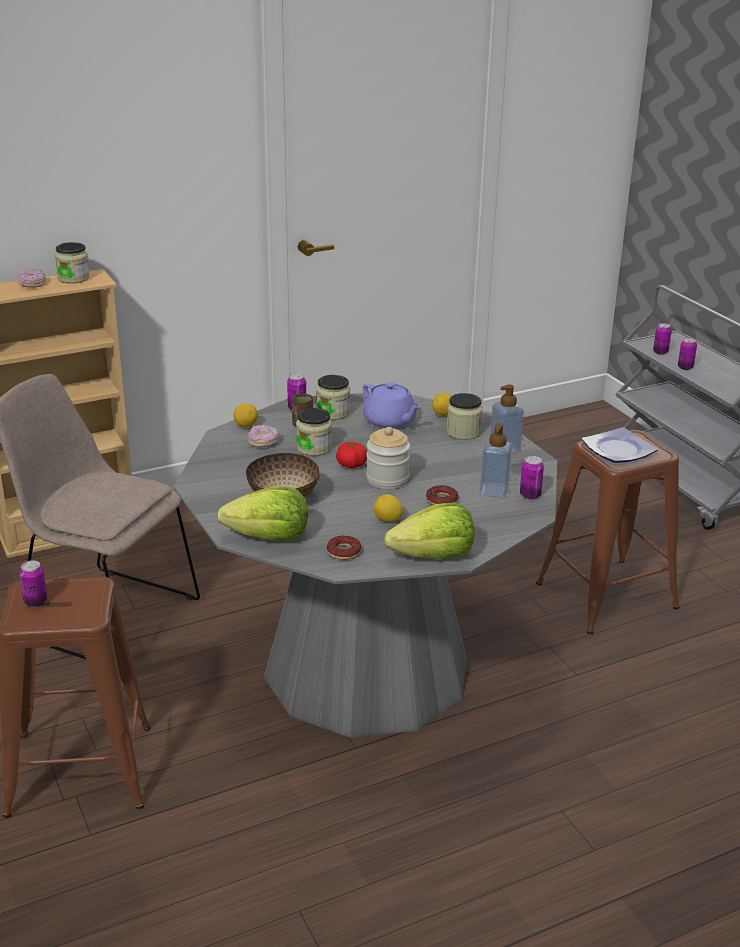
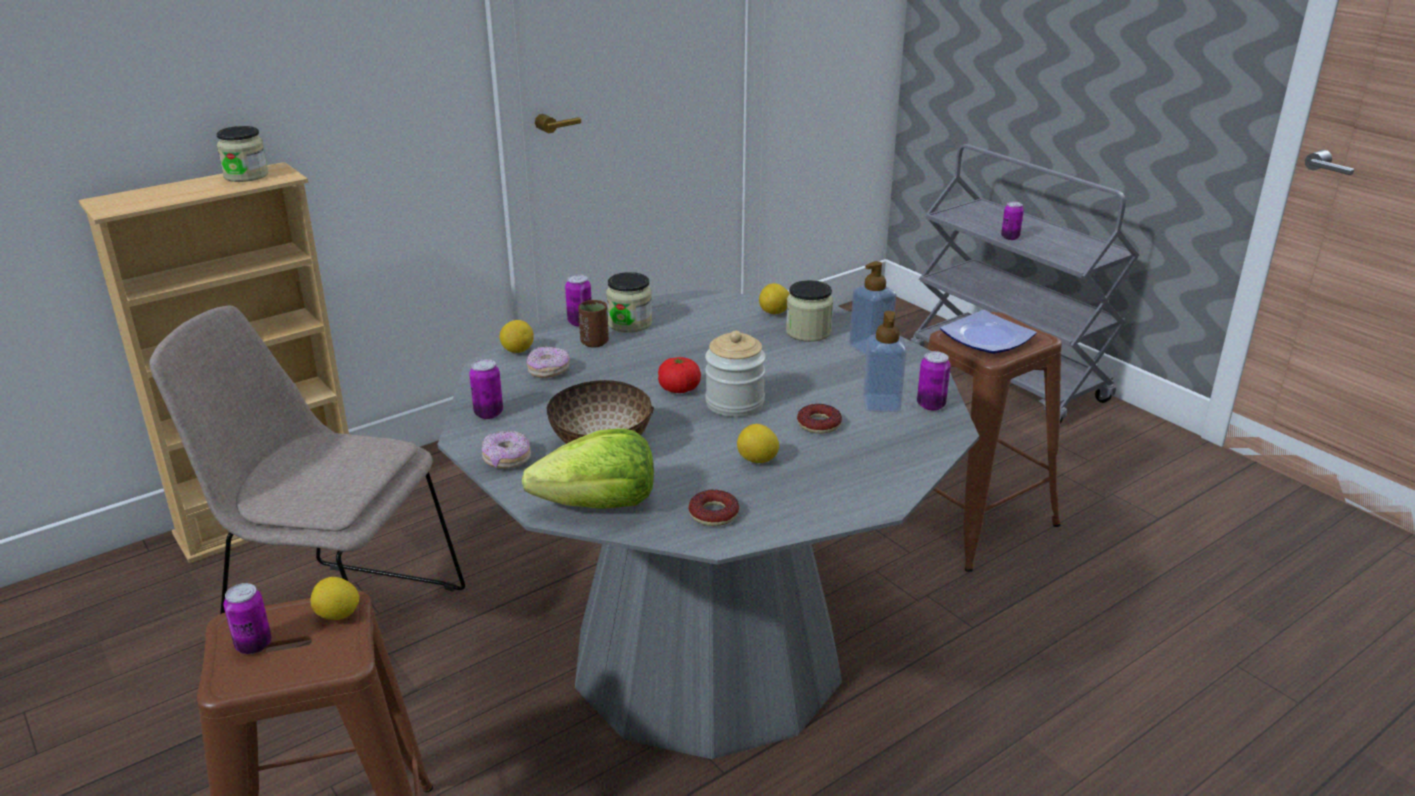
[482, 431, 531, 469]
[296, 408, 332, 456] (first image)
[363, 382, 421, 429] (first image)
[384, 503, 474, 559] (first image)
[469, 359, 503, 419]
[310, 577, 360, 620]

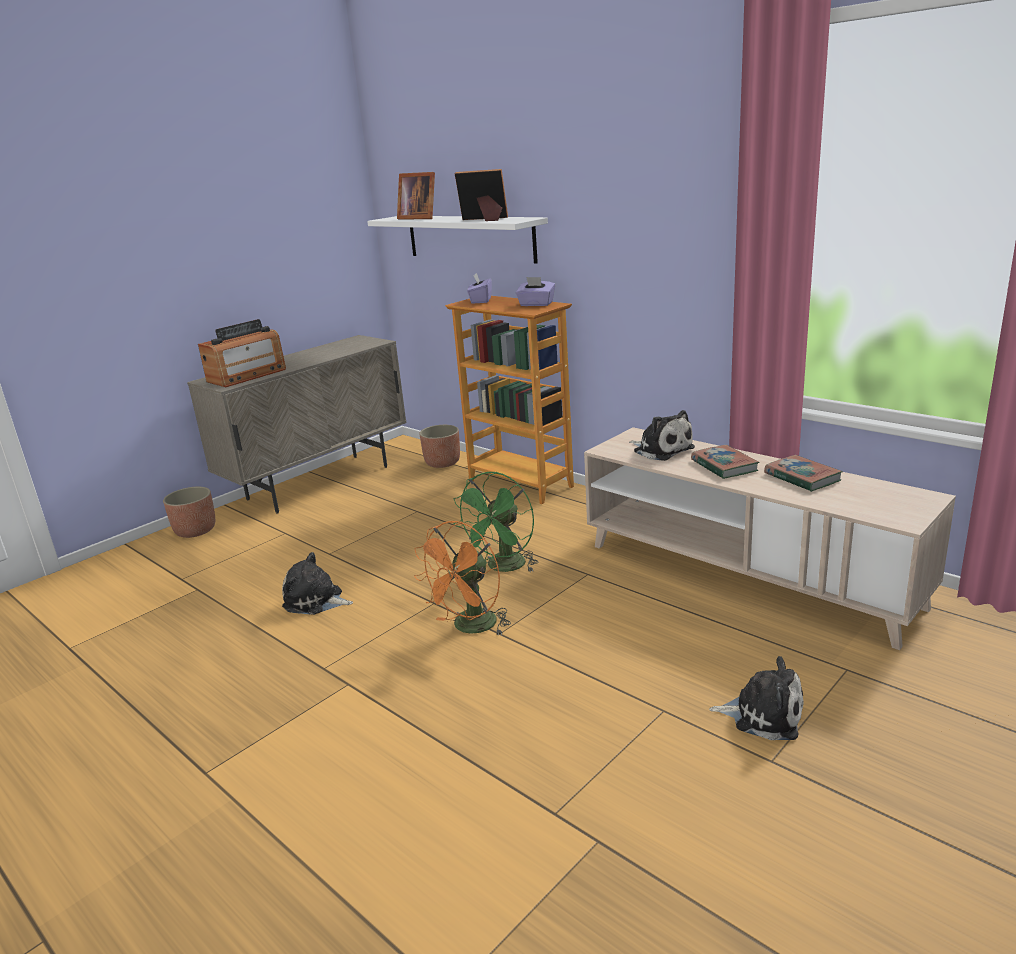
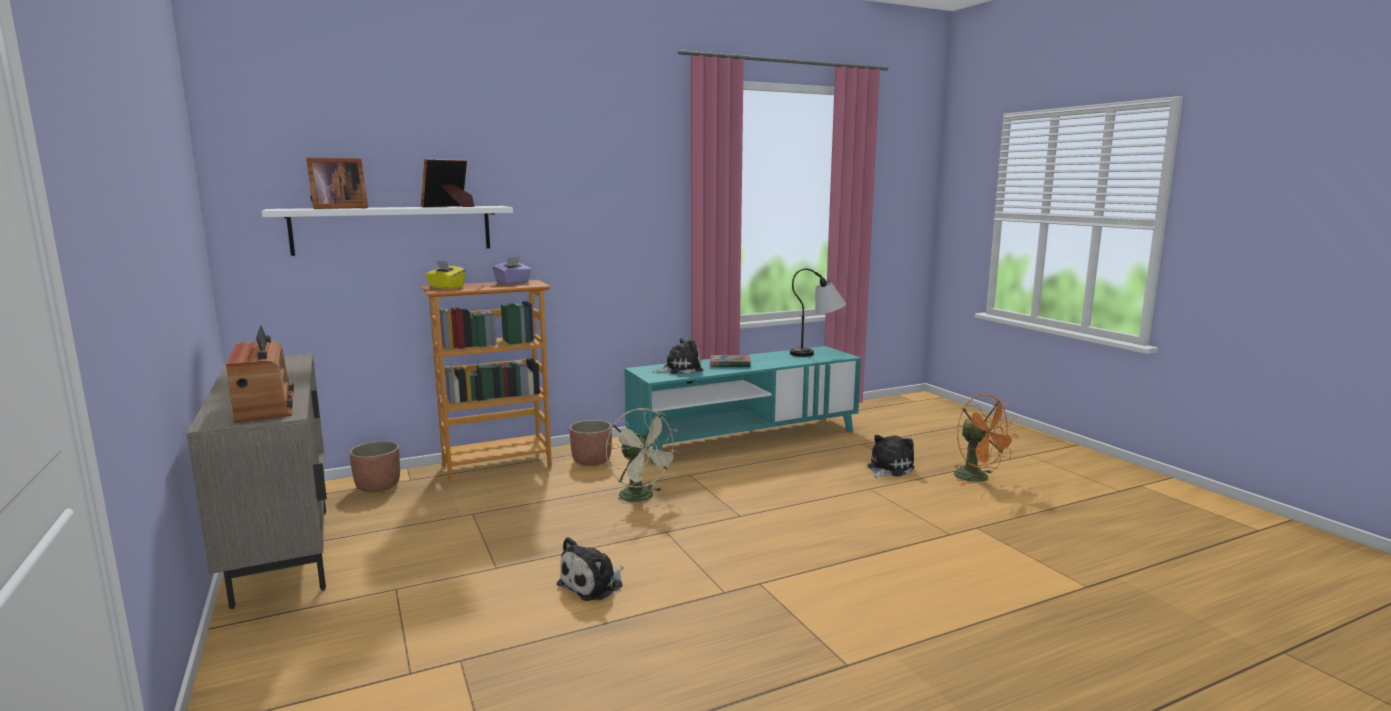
[569, 420, 612, 466]
[954, 394, 1018, 486]
[606, 408, 680, 507]
[425, 260, 466, 289]
[624, 346, 861, 465]
[764, 455, 843, 492] (first image)
[790, 268, 846, 357]

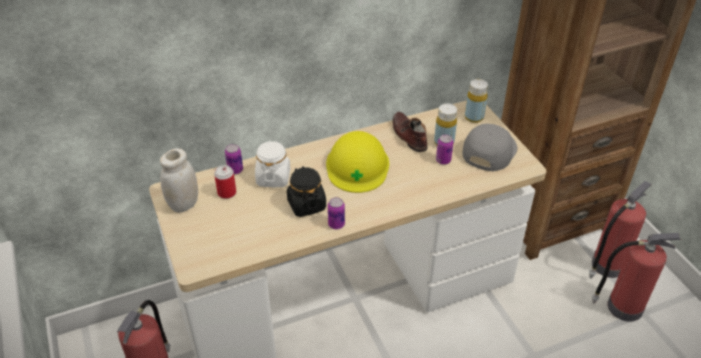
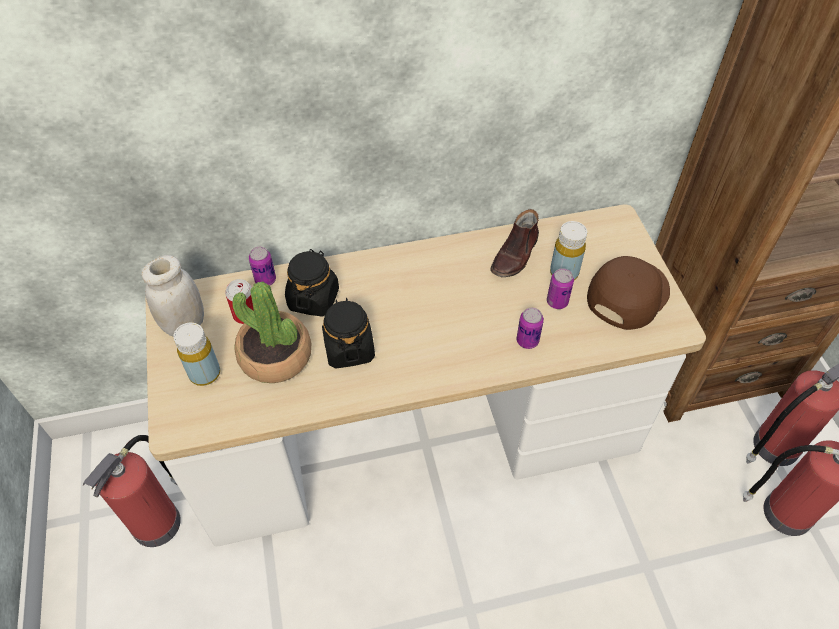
[285, 249, 339, 317]
[326, 131, 389, 193] (first image)
[517, 308, 544, 349]
[490, 209, 539, 277]
[587, 256, 670, 330]
[173, 323, 220, 386]
[232, 282, 311, 383]

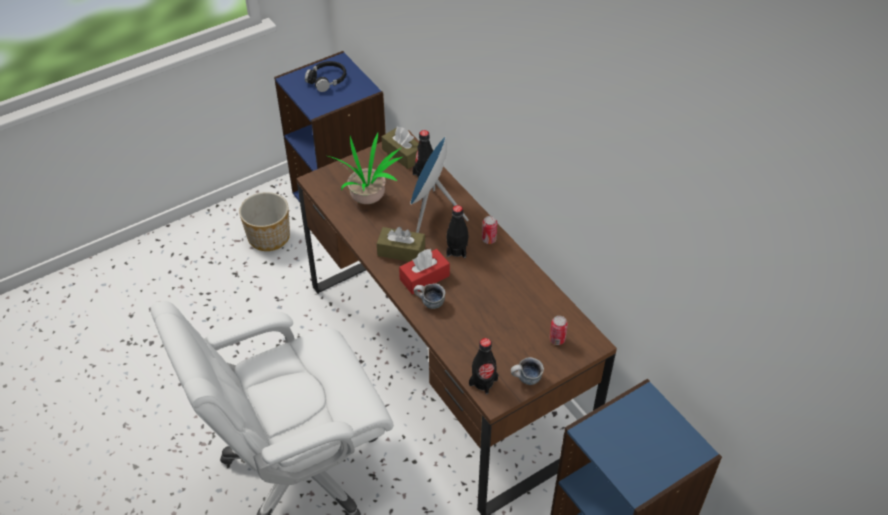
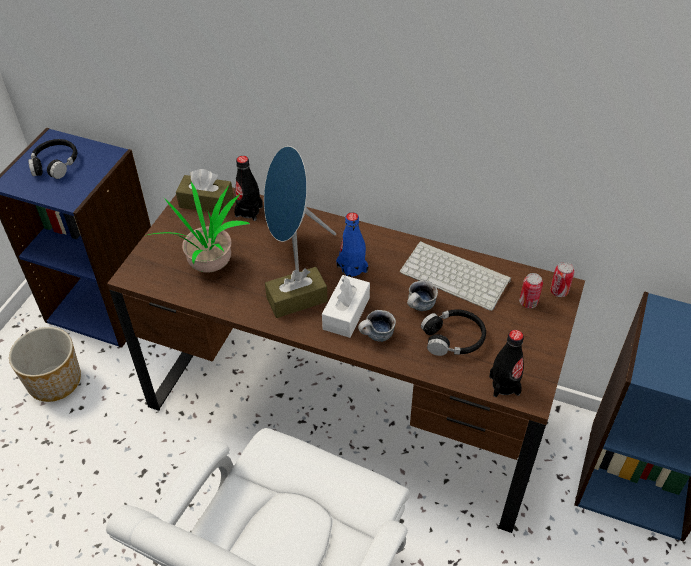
[322, 275, 370, 338]
[336, 212, 368, 277]
[550, 262, 574, 297]
[407, 281, 438, 311]
[400, 241, 511, 311]
[421, 309, 486, 356]

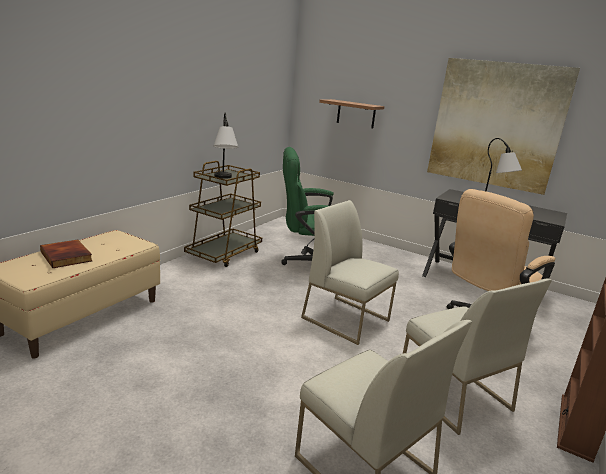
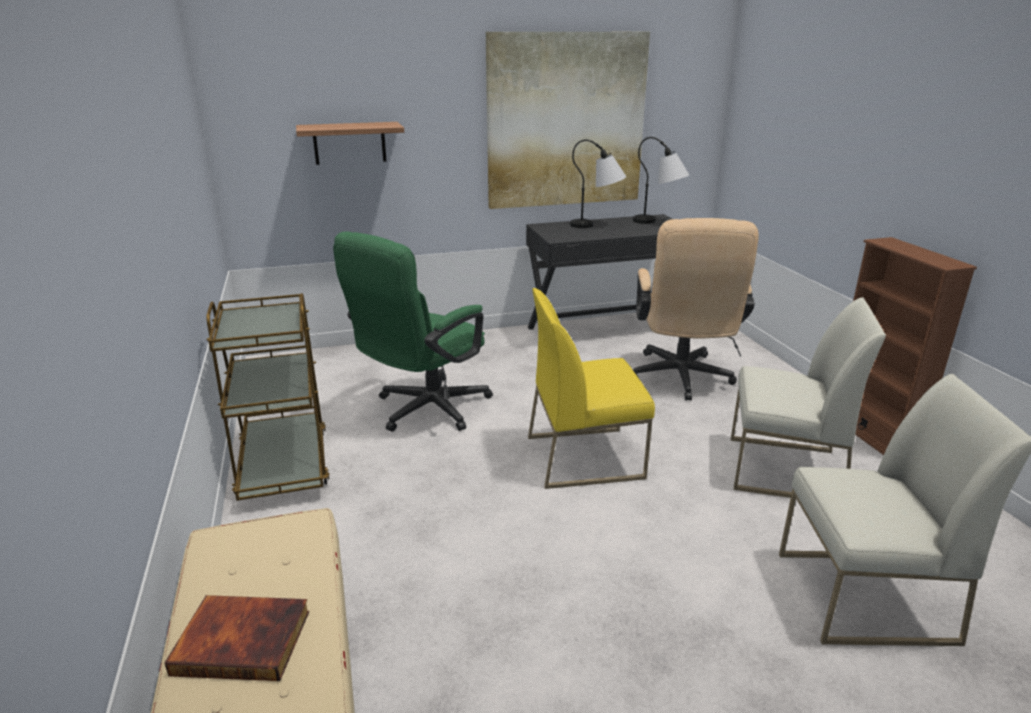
[633, 137, 689, 224]
[528, 288, 655, 489]

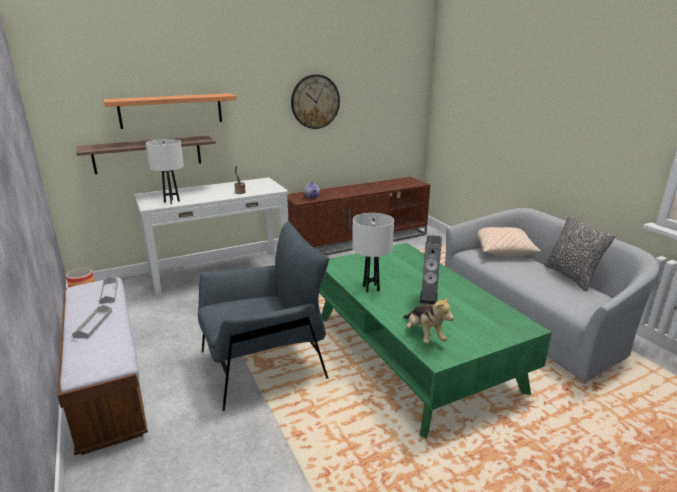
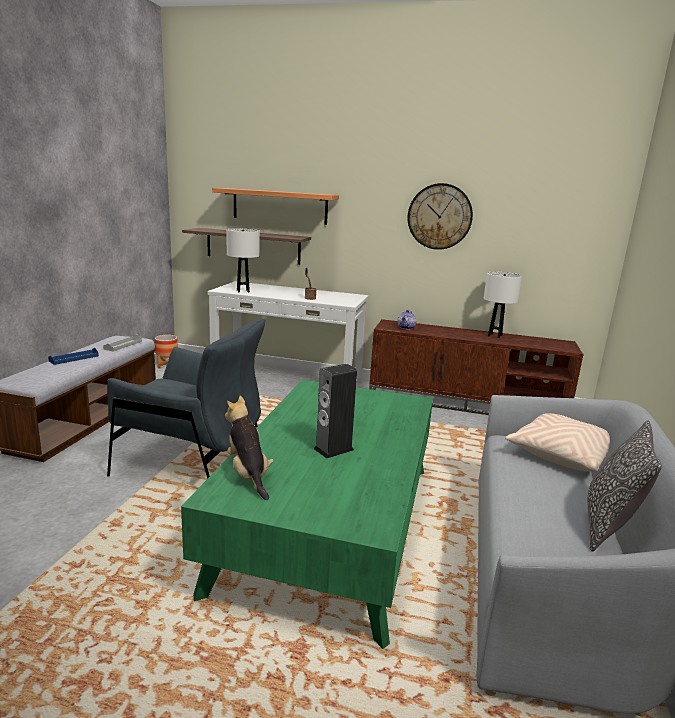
[48, 348, 99, 365]
[484, 272, 522, 338]
[225, 396, 274, 500]

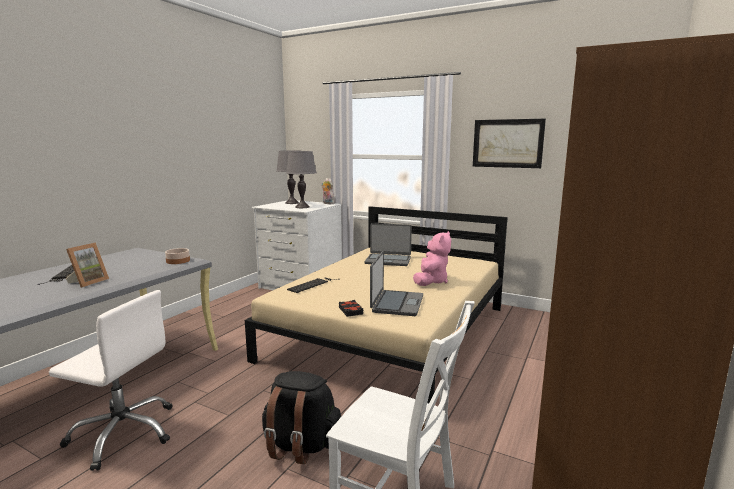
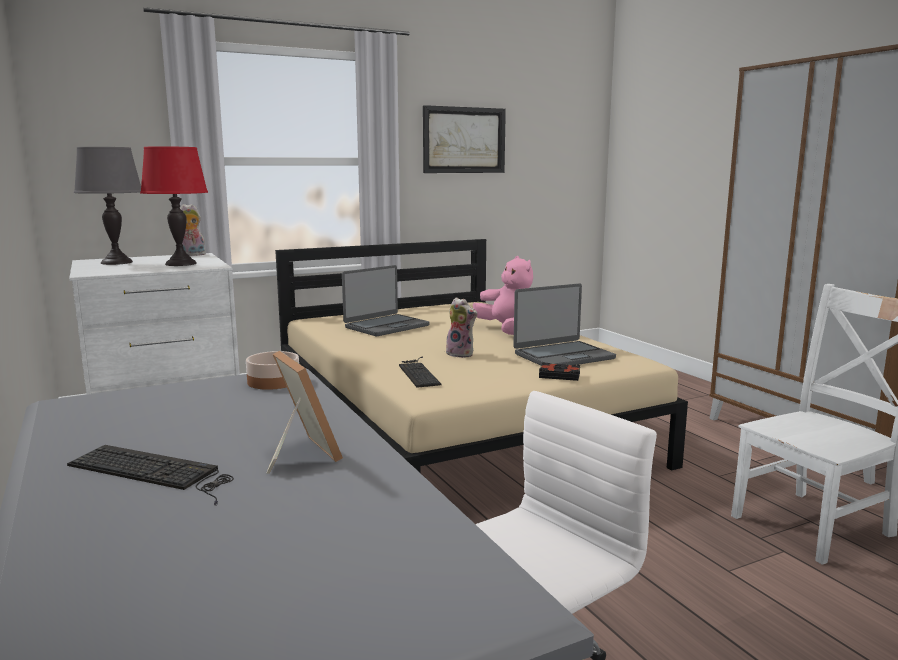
[262, 371, 341, 464] (first image)
[140, 146, 208, 266]
[513, 283, 616, 365]
[446, 297, 477, 358]

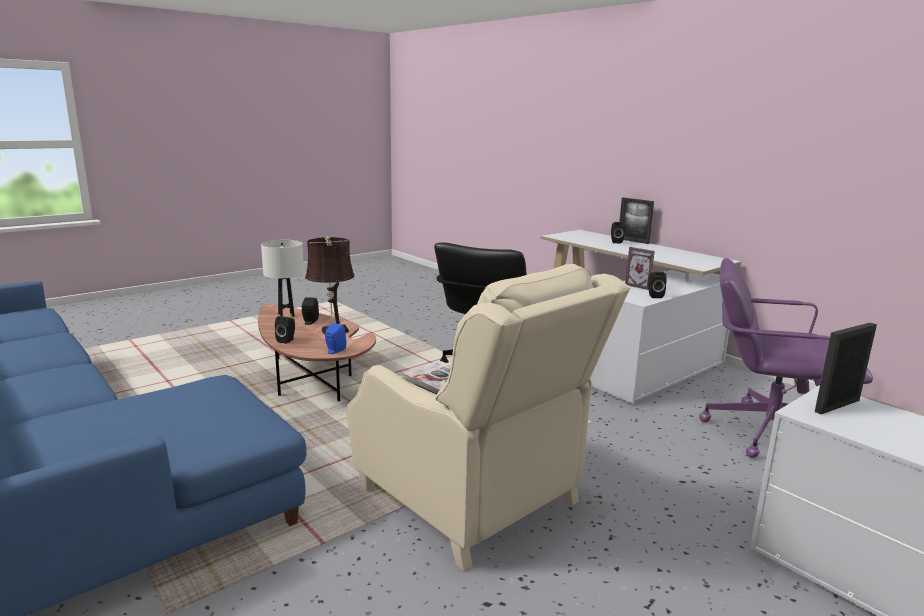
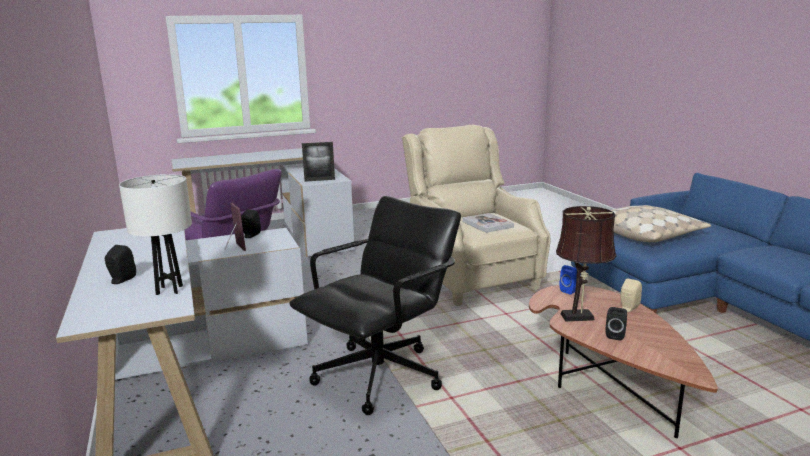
[119, 174, 192, 295]
[621, 278, 642, 312]
[619, 197, 654, 244] (first image)
[611, 205, 711, 242]

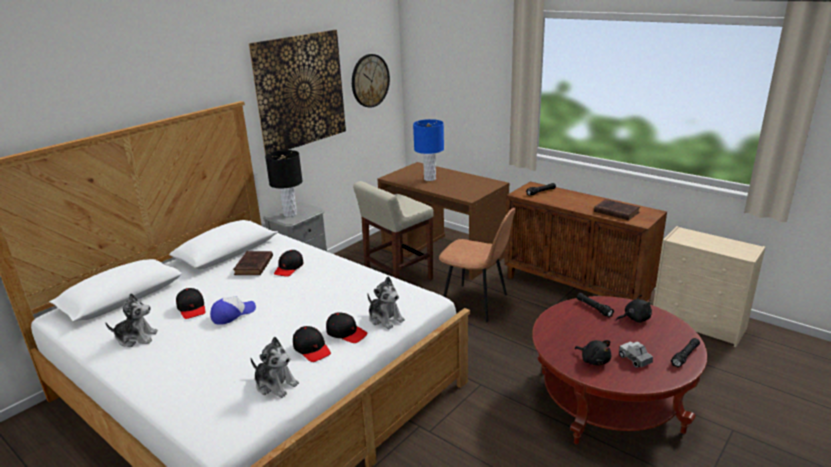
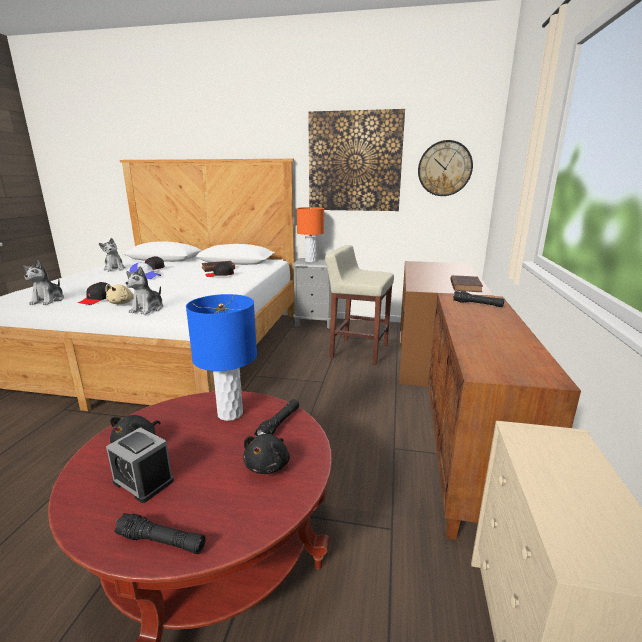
[297, 207, 324, 262]
[105, 284, 134, 304]
[186, 294, 257, 421]
[439, 208, 515, 322] (first image)
[450, 275, 483, 292]
[243, 434, 290, 474]
[106, 427, 174, 503]

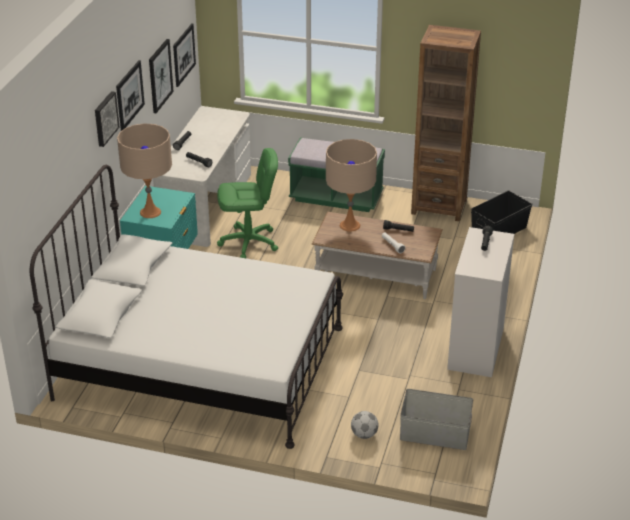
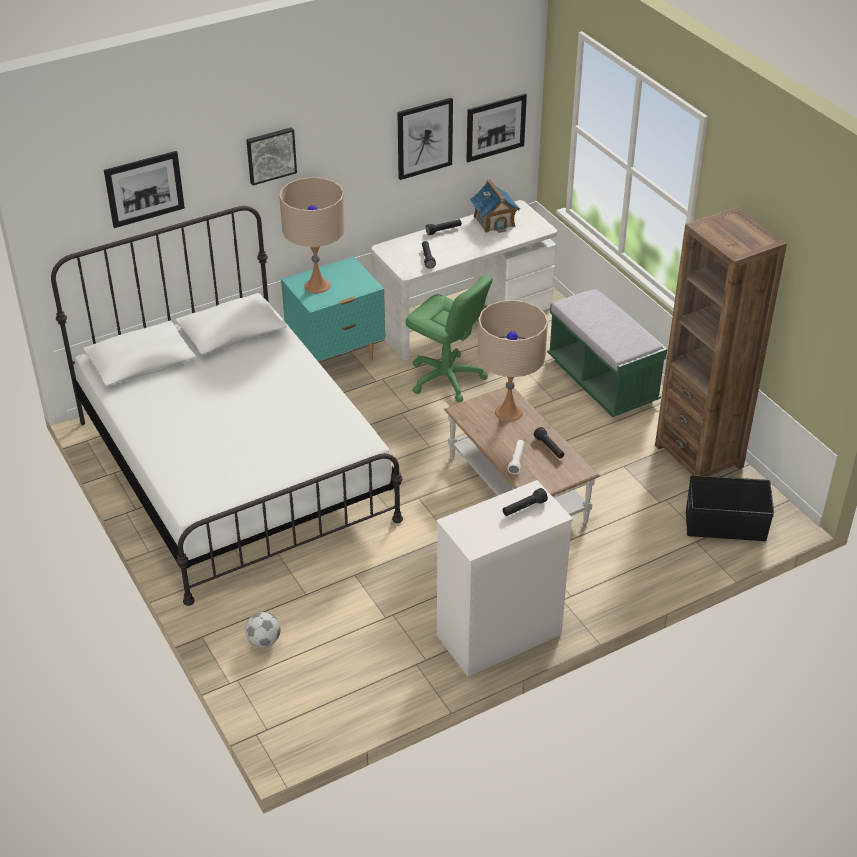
[104, 151, 185, 228]
[400, 389, 473, 450] (first image)
[470, 179, 520, 233]

